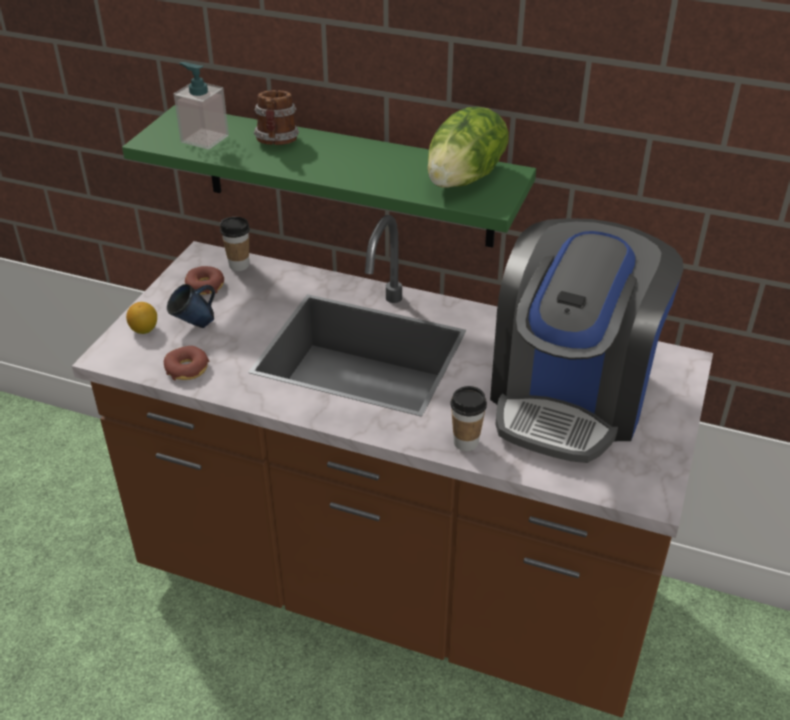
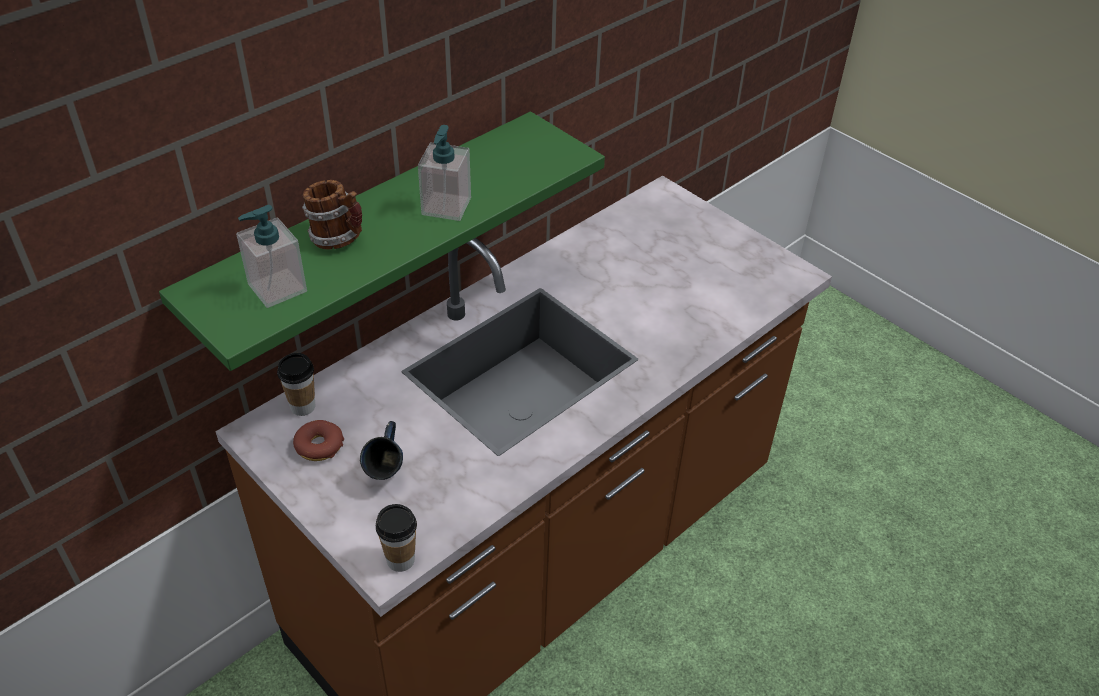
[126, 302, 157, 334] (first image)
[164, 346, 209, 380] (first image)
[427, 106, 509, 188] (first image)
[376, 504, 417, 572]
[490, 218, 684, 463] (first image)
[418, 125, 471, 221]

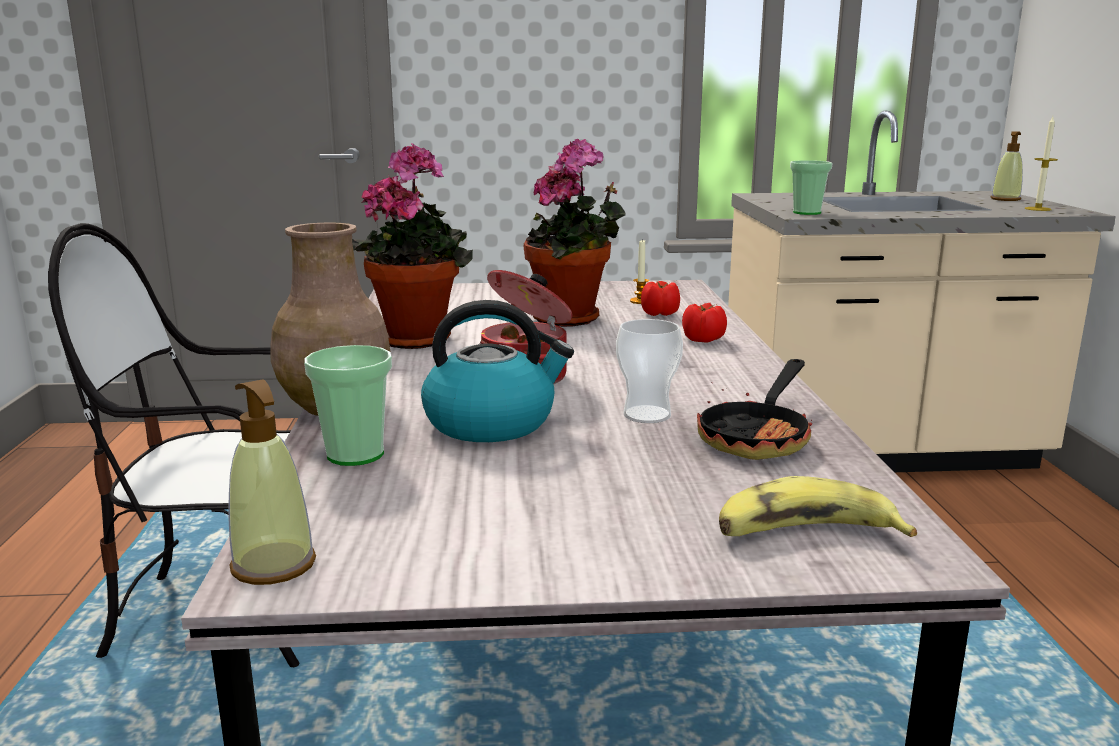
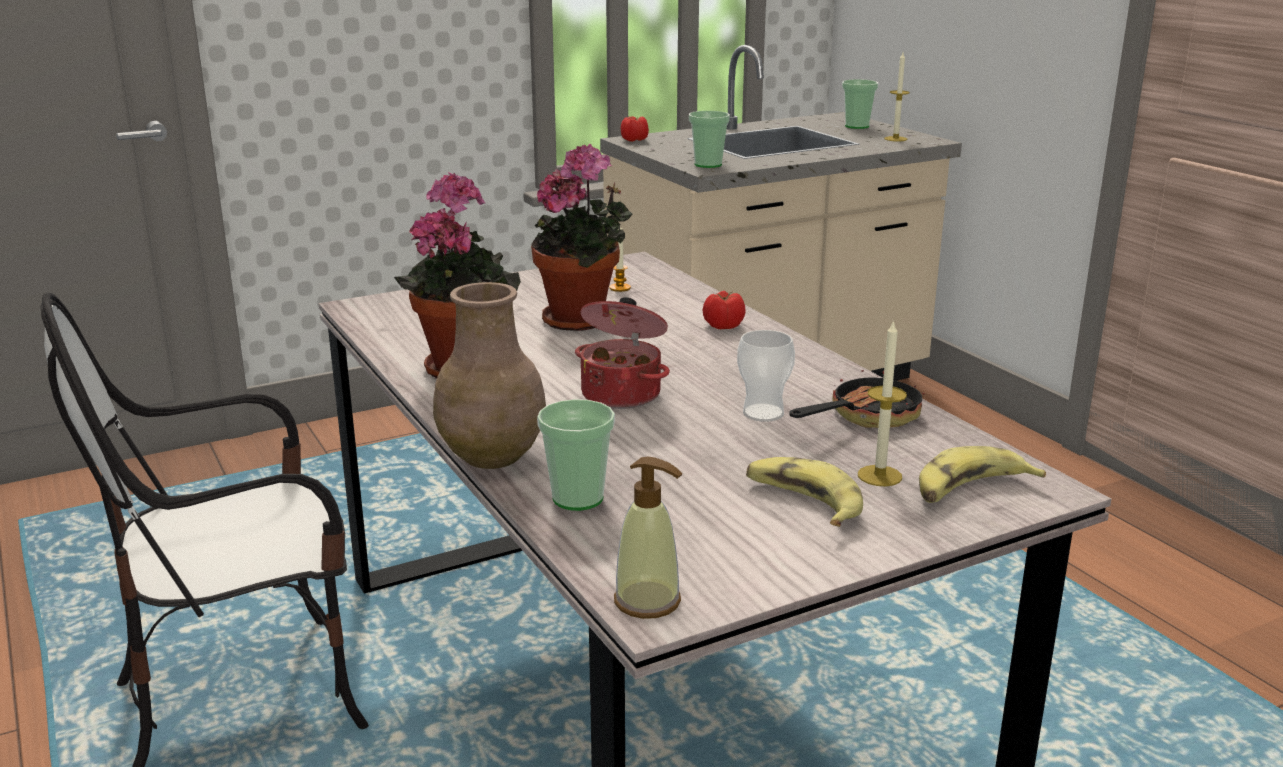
[421, 300, 574, 442] (first image)
[621, 116, 649, 142]
[789, 370, 924, 428]
[842, 79, 878, 129]
[746, 457, 863, 527]
[858, 320, 907, 487]

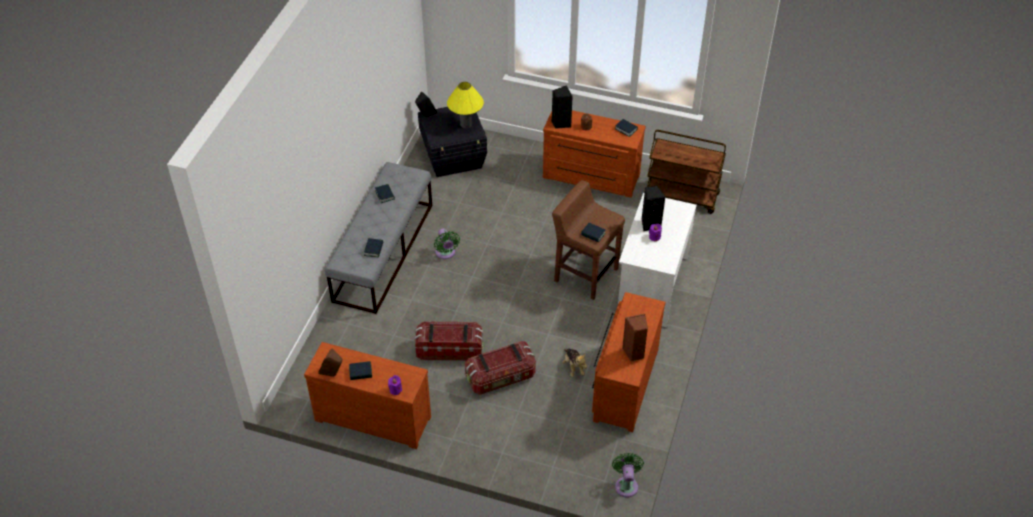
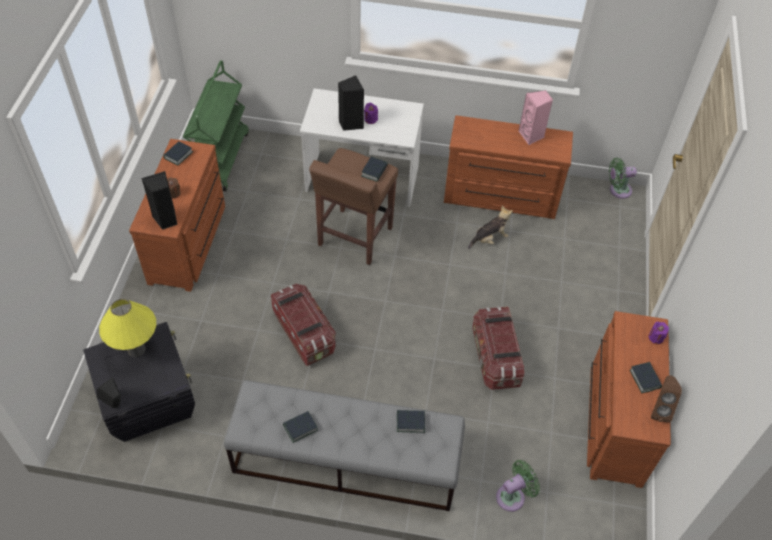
[496, 460, 540, 512]
[271, 284, 336, 366]
[518, 90, 553, 145]
[183, 61, 249, 191]

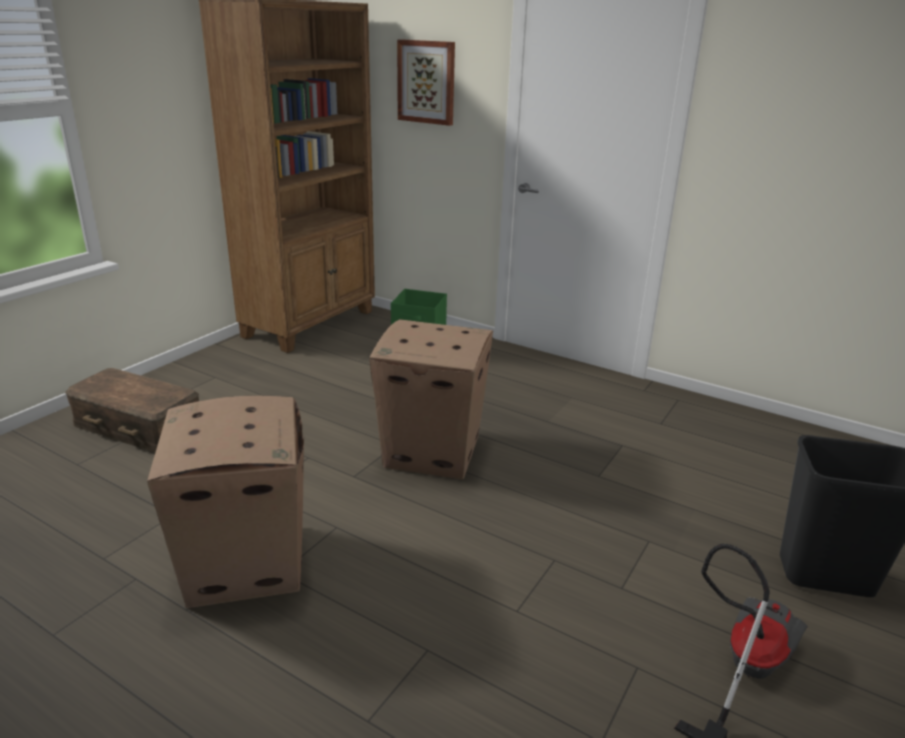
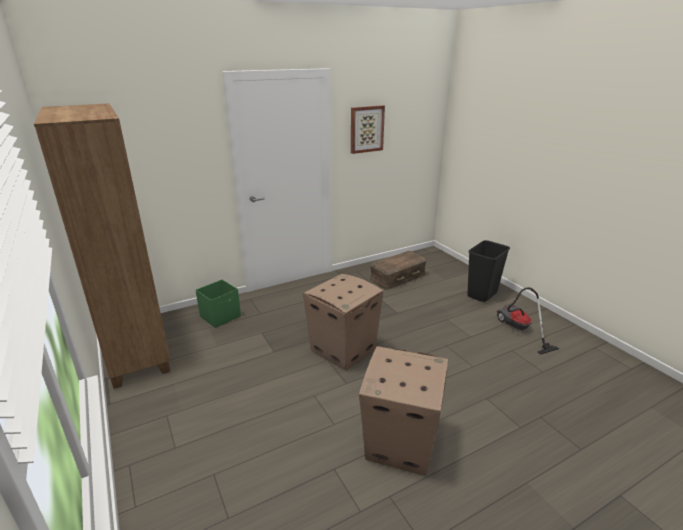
[370, 251, 426, 290]
[351, 105, 385, 154]

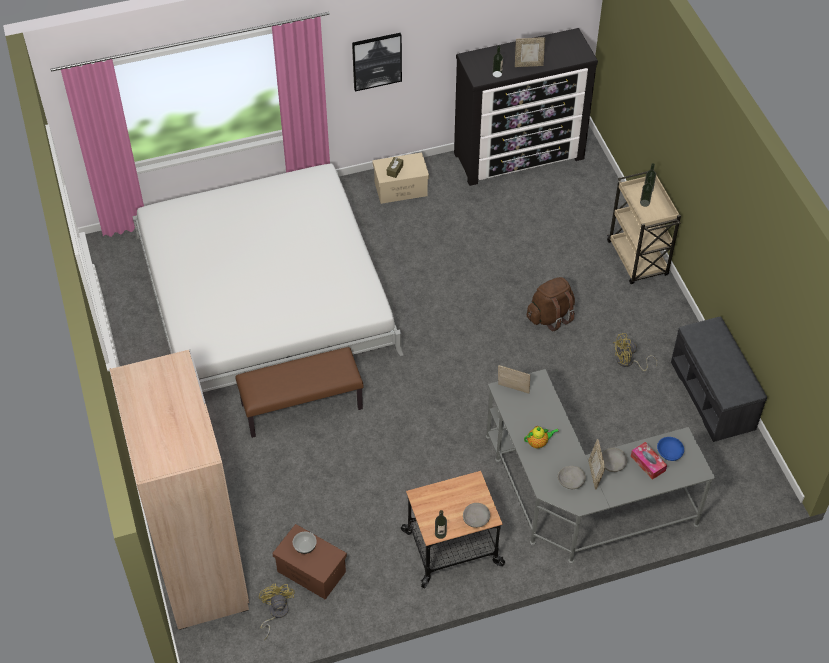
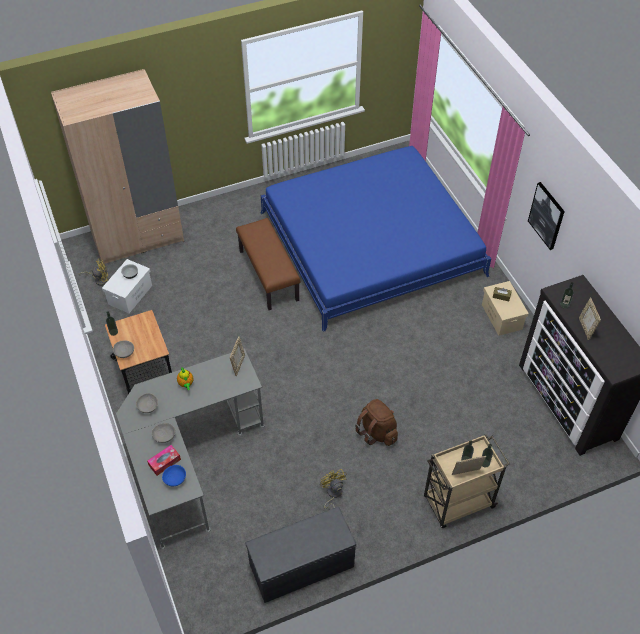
[260, 146, 491, 332]
[102, 259, 152, 313]
[452, 456, 486, 475]

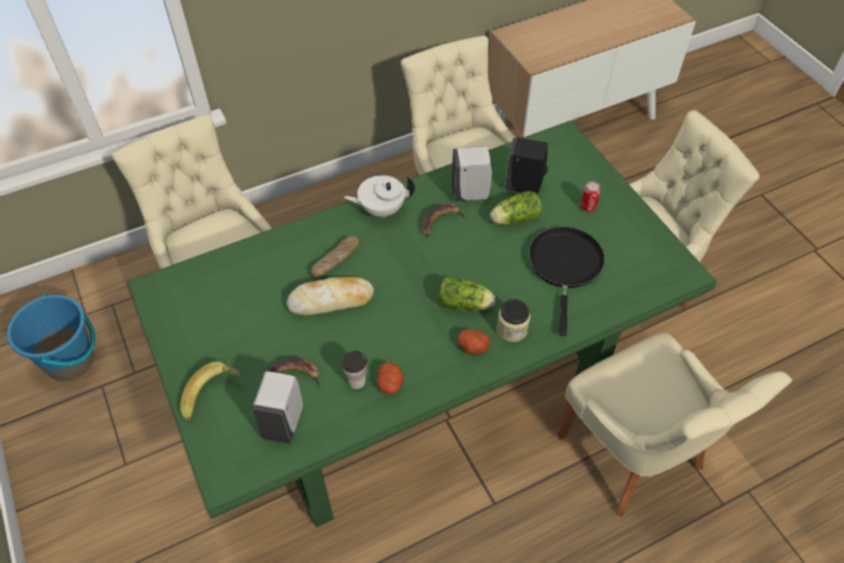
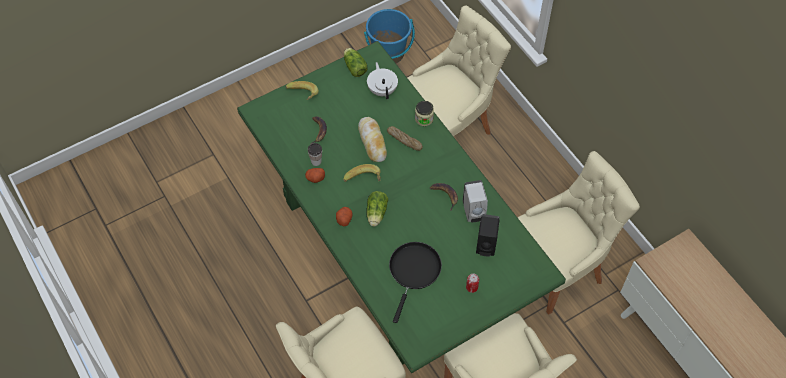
[252, 371, 303, 444] (first image)
[367, 62, 398, 99]
[344, 48, 367, 77]
[415, 101, 434, 126]
[389, 242, 442, 323]
[343, 164, 381, 182]

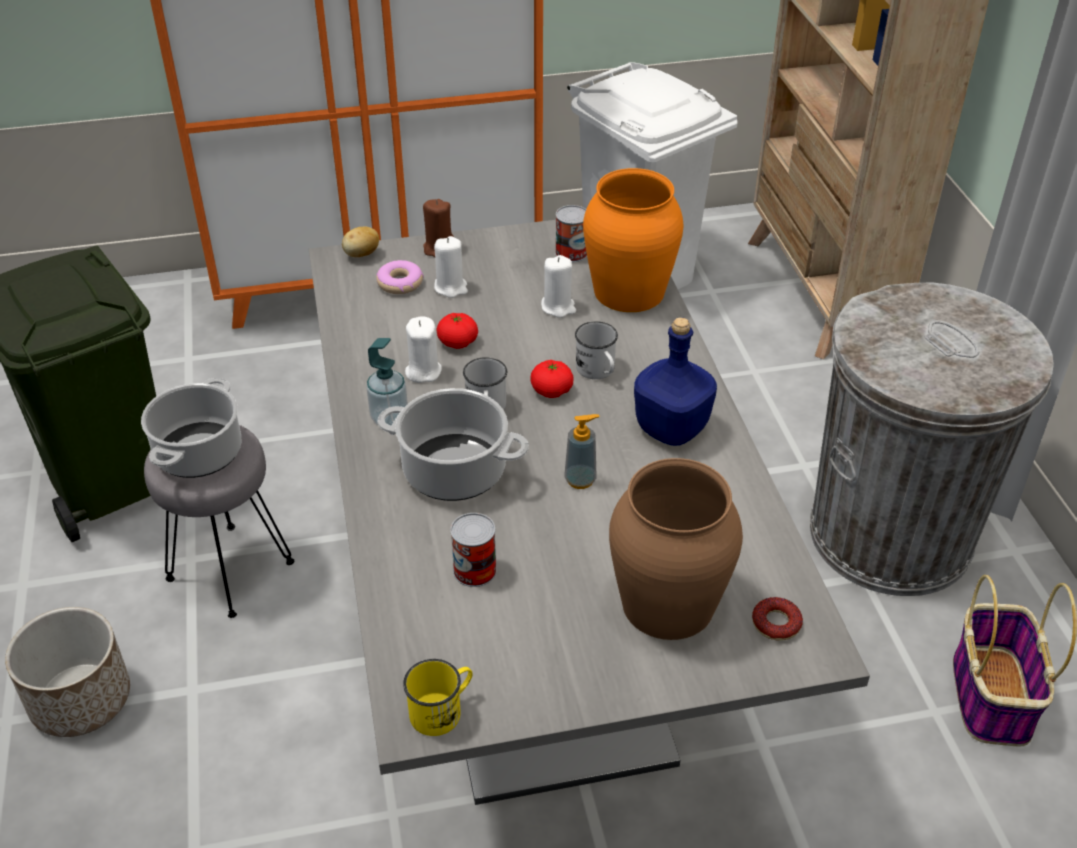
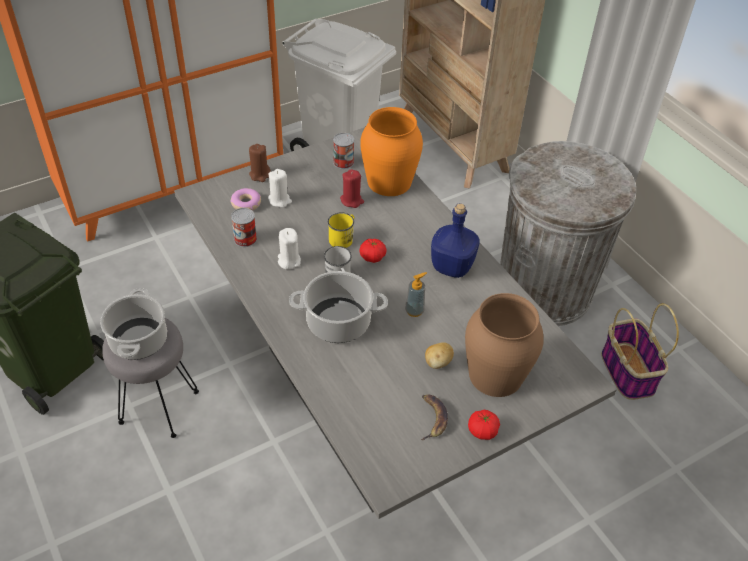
[5, 607, 130, 737] (first image)
[425, 342, 454, 369]
[366, 338, 408, 425] (first image)
[327, 212, 354, 248]
[468, 410, 500, 440]
[231, 208, 257, 247]
[340, 169, 364, 208]
[575, 321, 618, 379] (first image)
[752, 597, 803, 641] (first image)
[421, 394, 448, 440]

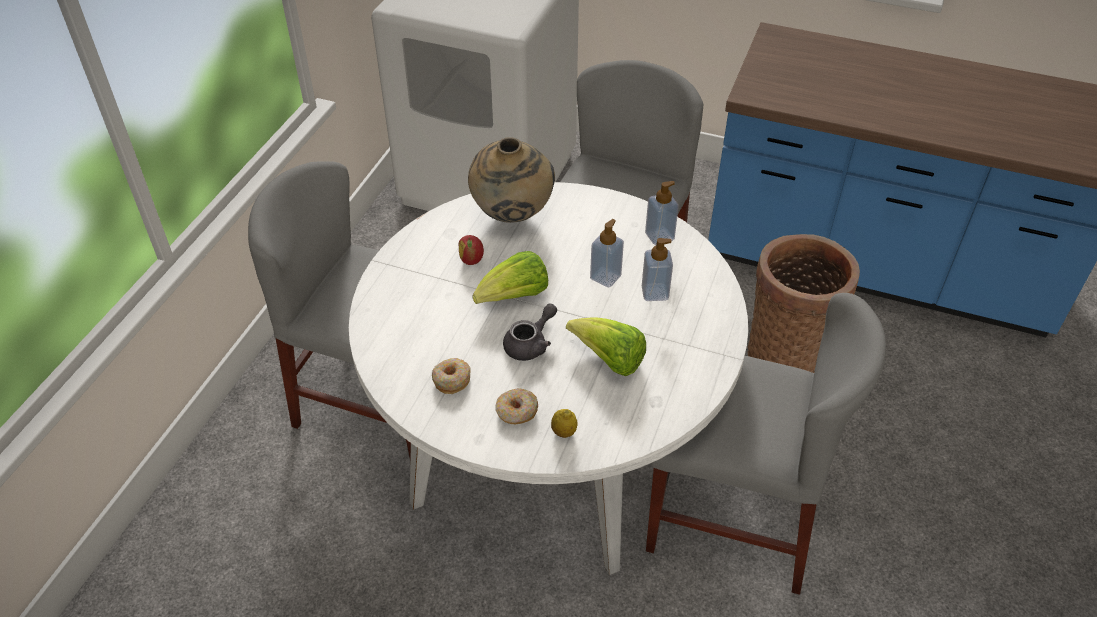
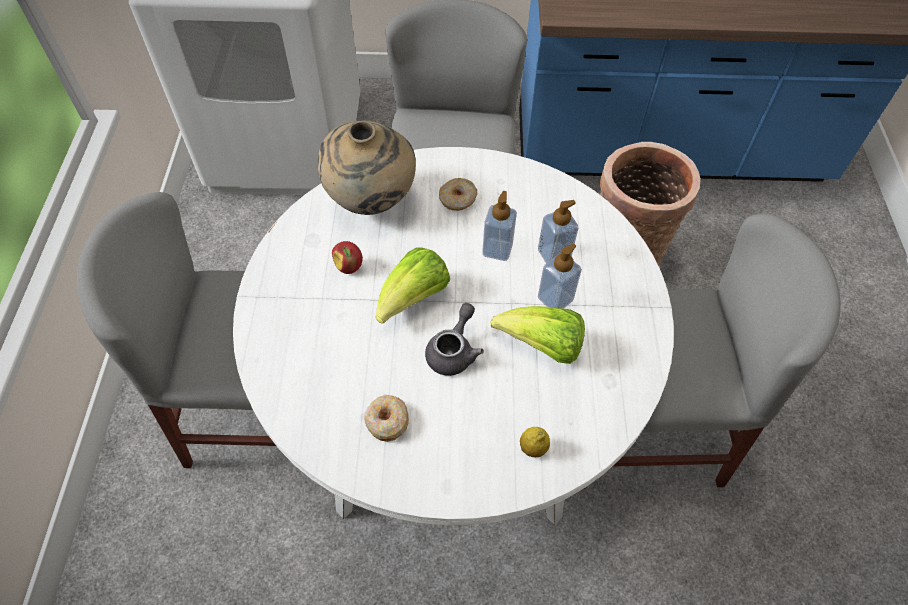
[439, 178, 477, 211]
[538, 243, 582, 309]

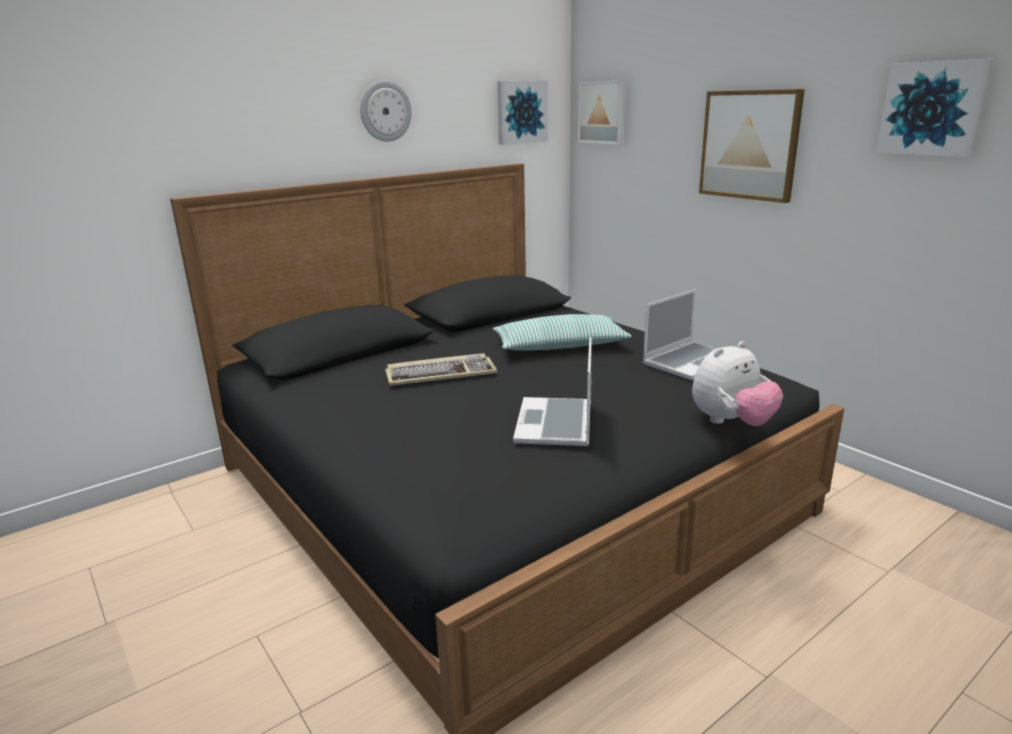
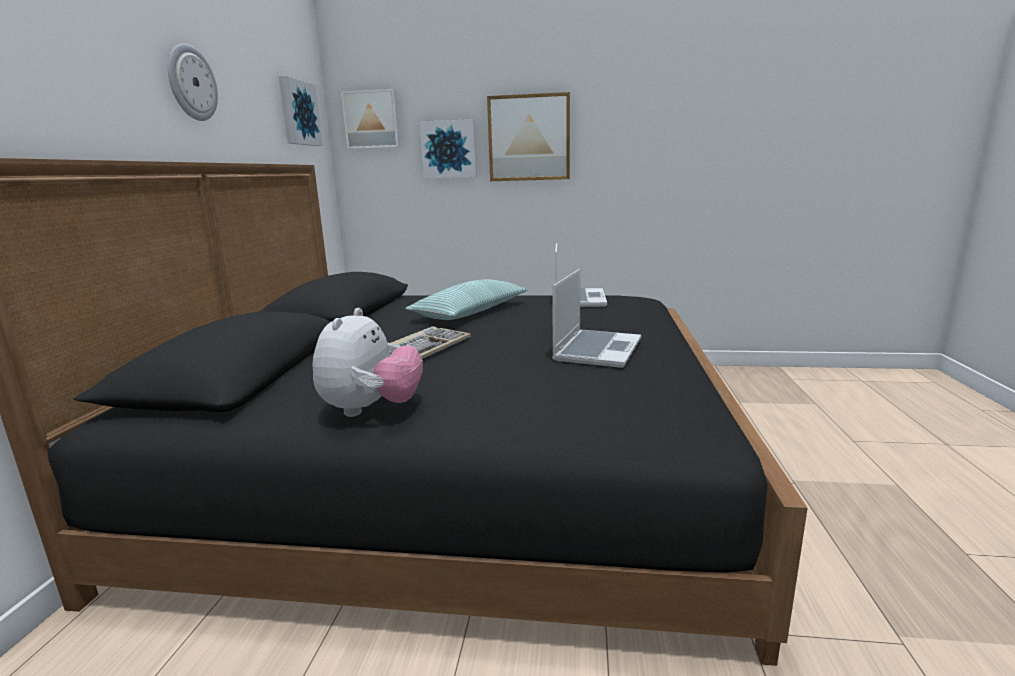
[552, 269, 641, 368]
[312, 308, 423, 417]
[420, 119, 477, 179]

